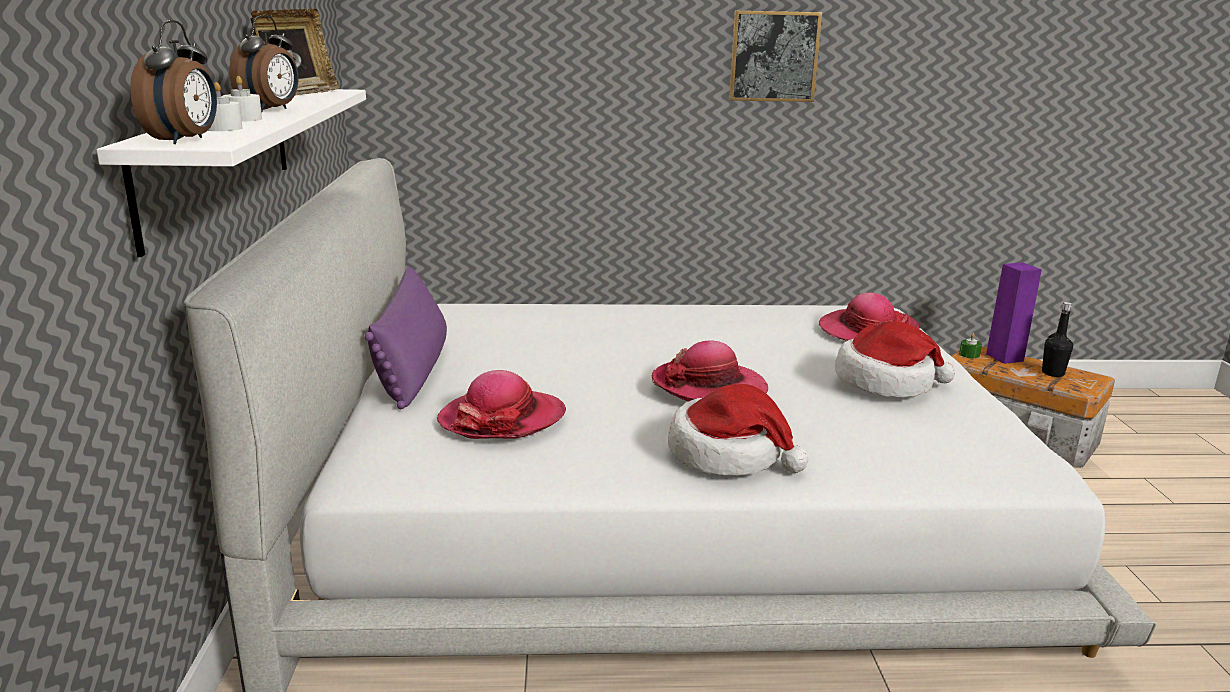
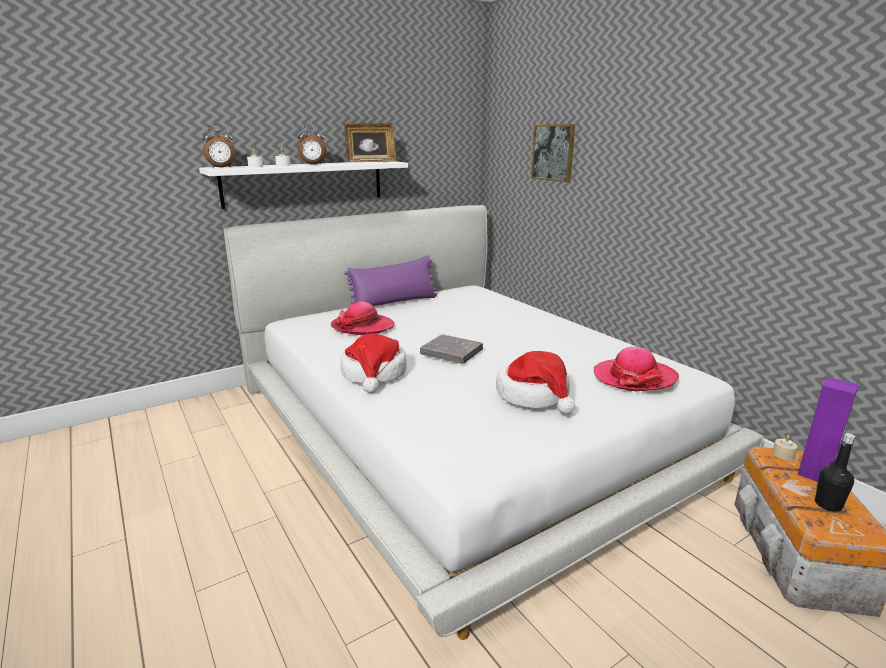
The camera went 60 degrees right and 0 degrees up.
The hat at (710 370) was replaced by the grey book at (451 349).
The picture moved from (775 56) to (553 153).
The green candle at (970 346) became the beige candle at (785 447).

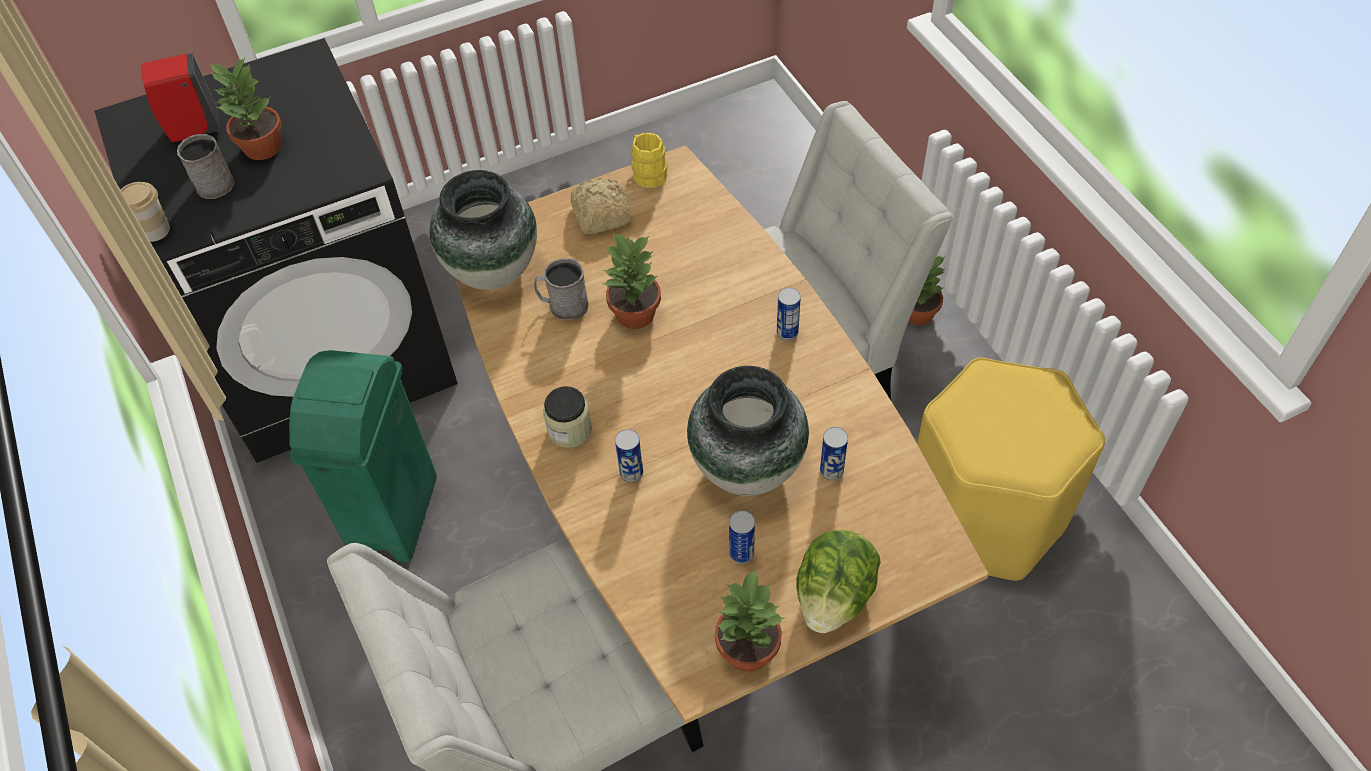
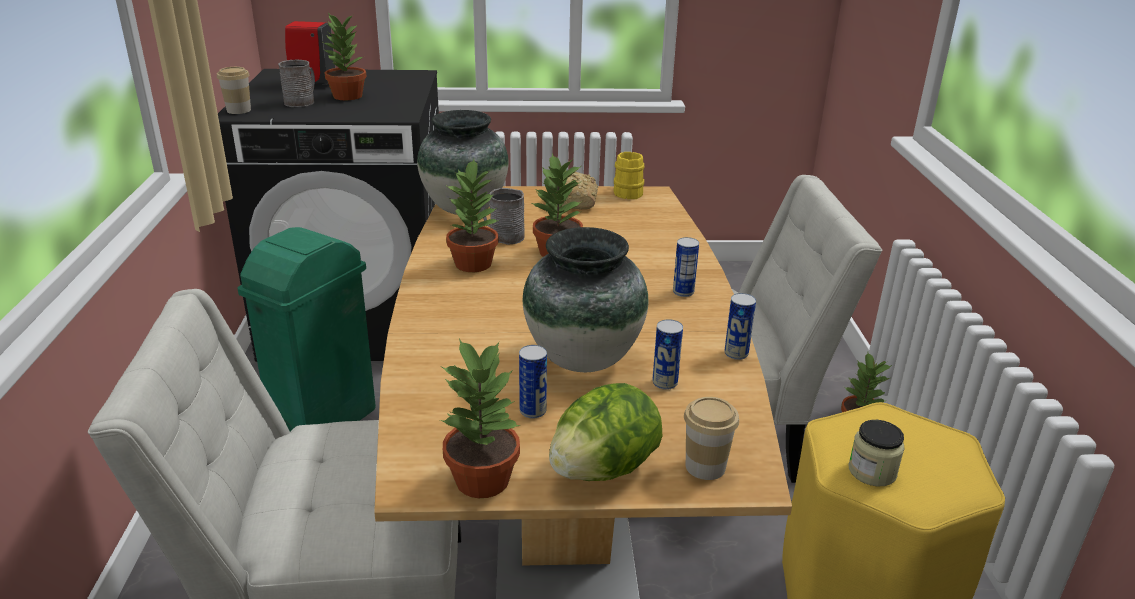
The camera went 20 degrees right and 25 degrees down.
The jar moved from (567 417) to (877 453).
The can moved from (629 455) to (740 326).
The potted plant at (472 215) appeared.
The cup at (711 438) appeared.

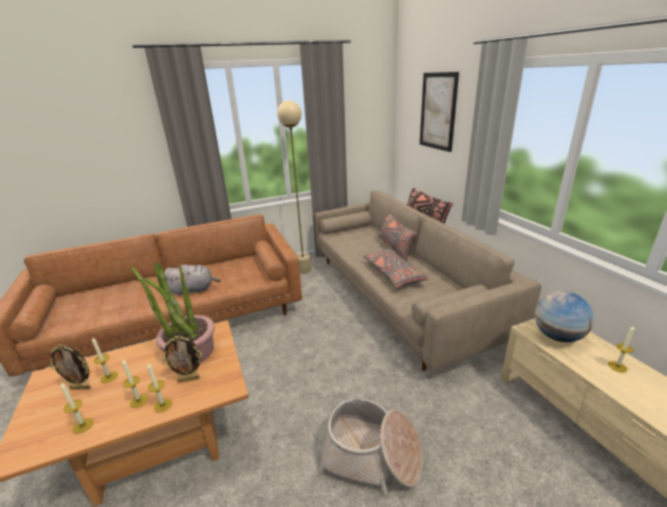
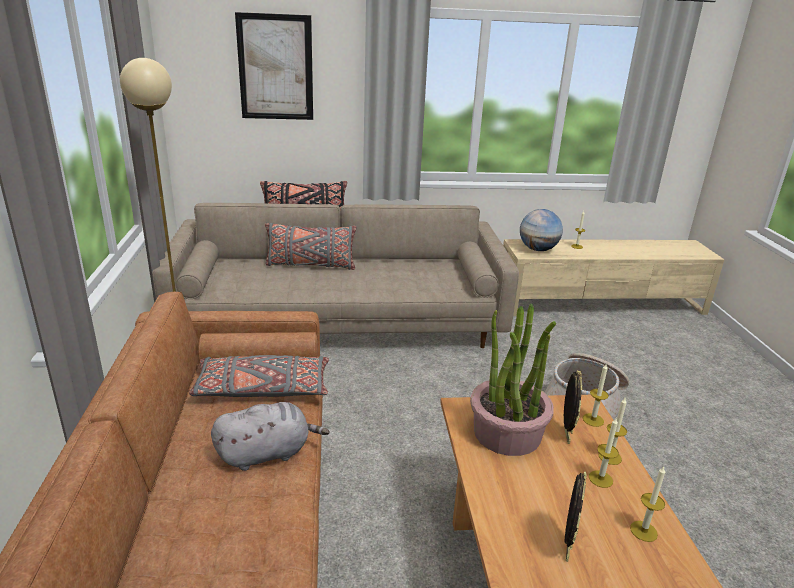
The camera went 75 degrees left and 0 degrees up.
The candle moved from (105 360) to (596 395).
The grey plush toy at (192 280) turned 60 degrees clockwise.
The grey pillow moved from (396 268) to (259 376).

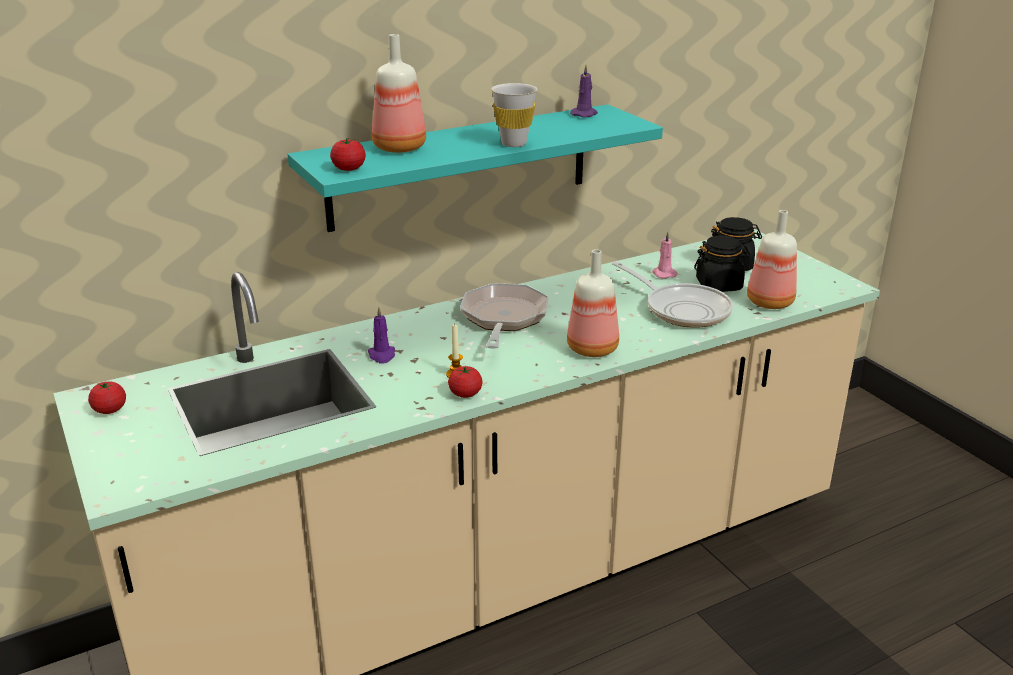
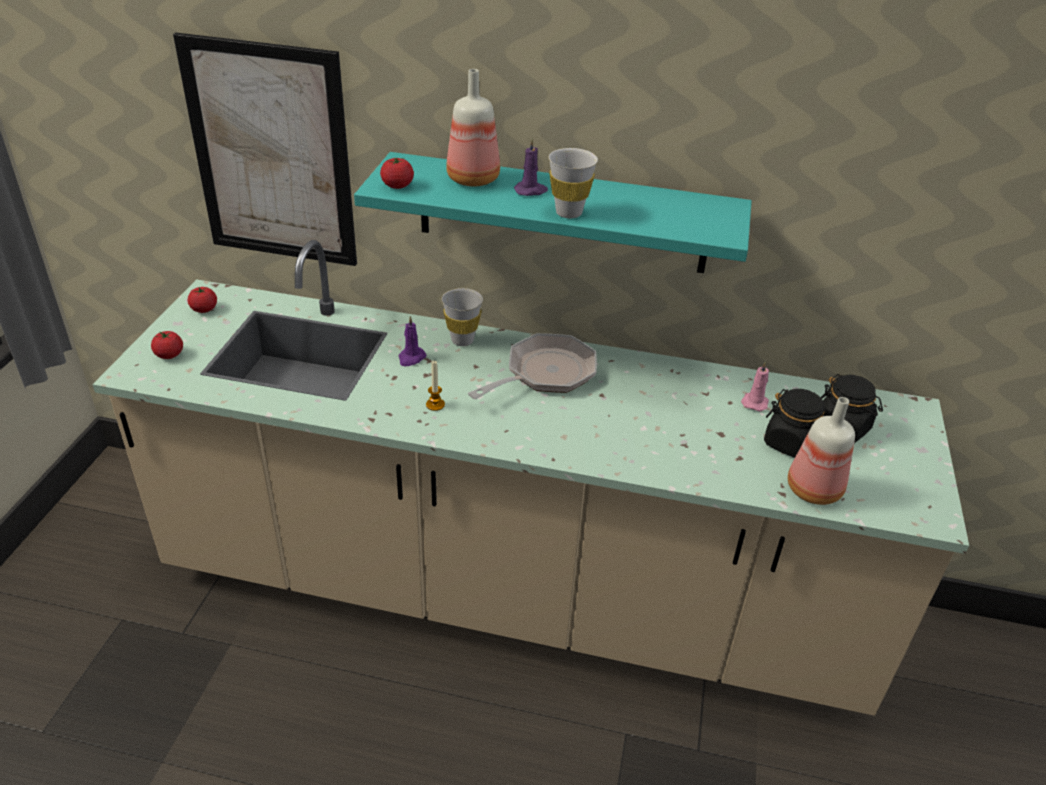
The camera went 40 degrees right and 10 degrees up.
The tomato moved from (465 382) to (167 345).
The bottle at (593 303) disappeared.
The purple candle moved from (584 91) to (531 167).
The frying pan at (672 294) disappeared.
The picture at (265 149) appeared.
The white cup at (462 317) appeared.

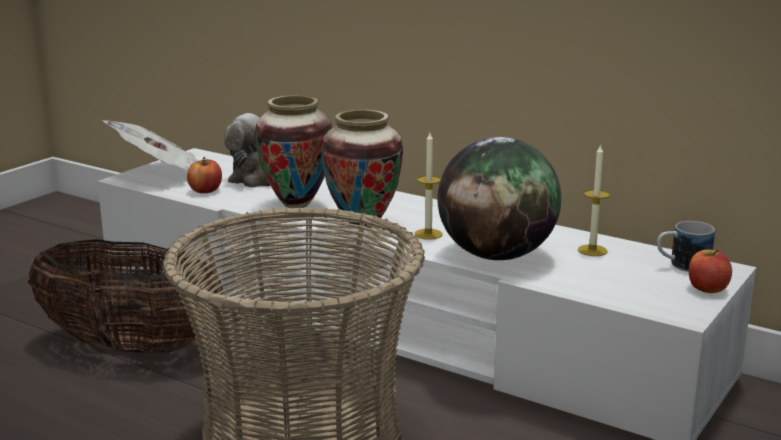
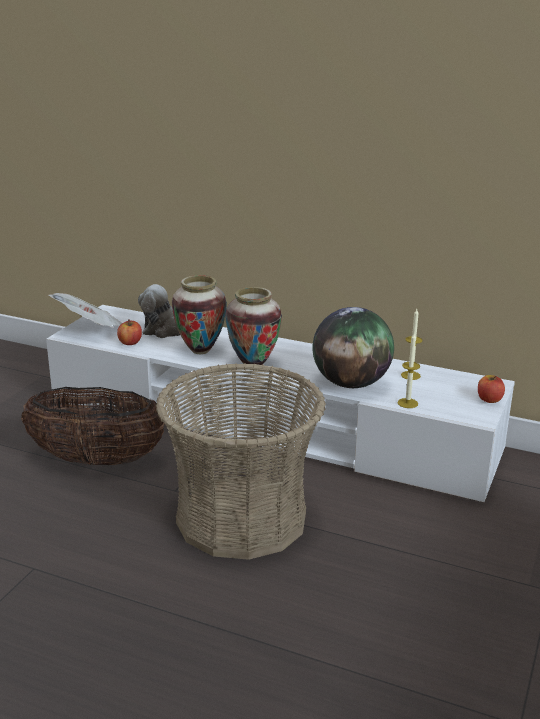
The camera went 10 degrees left and 5 degrees up.
The candle moved from (428 186) to (409 371).
The mug at (686 246) disappeared.

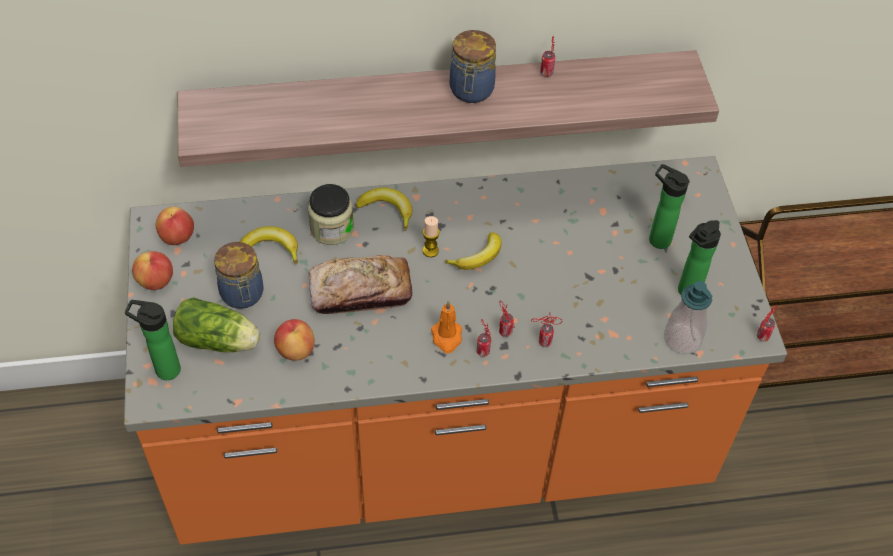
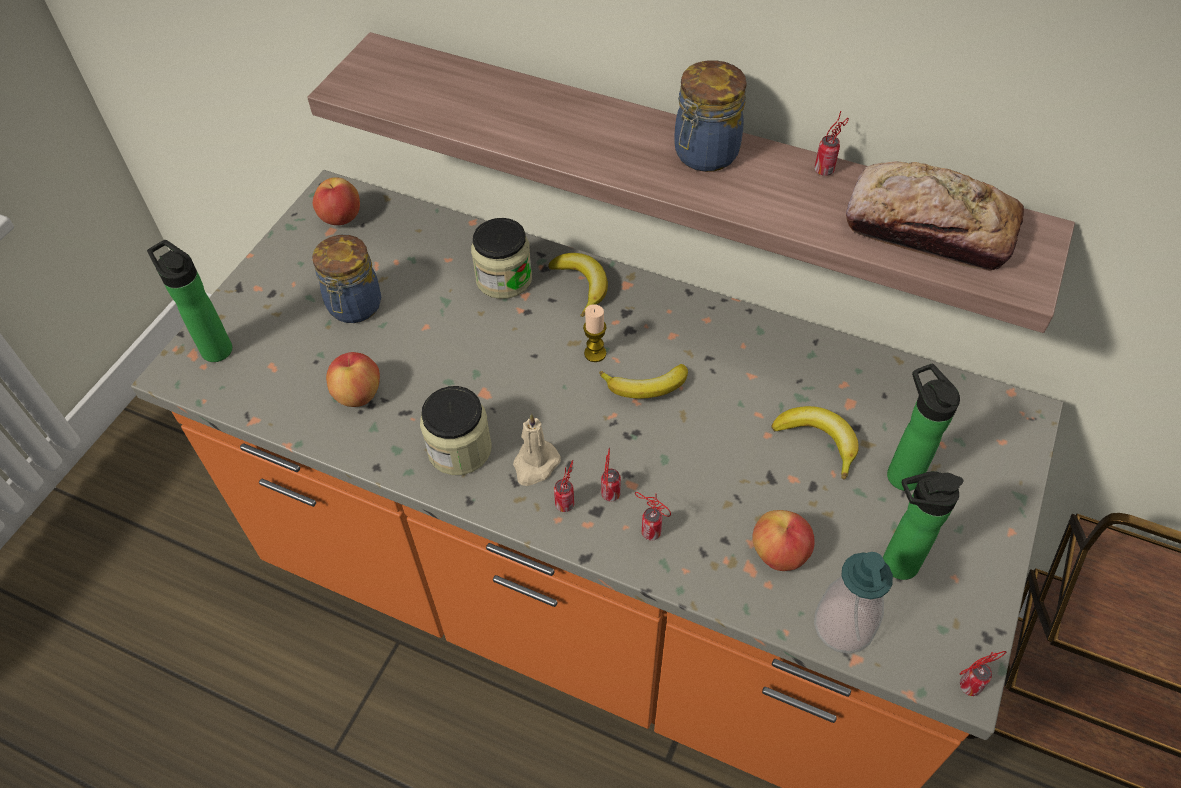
The camera went 35 degrees right and 0 degrees up.
The apple moved from (152 270) to (783 540).
The lettuce at (216 324) disappeared.
The banana moved from (269 245) to (815 443).
The bread moved from (360 284) to (935 216).
The orange candle at (446 327) became the beige candle at (537 450).
The jar at (456 430) appeared.

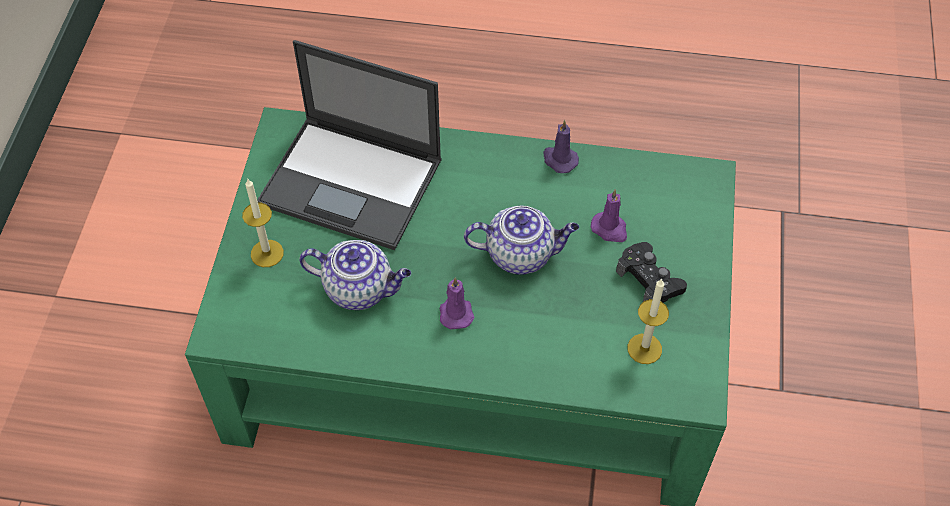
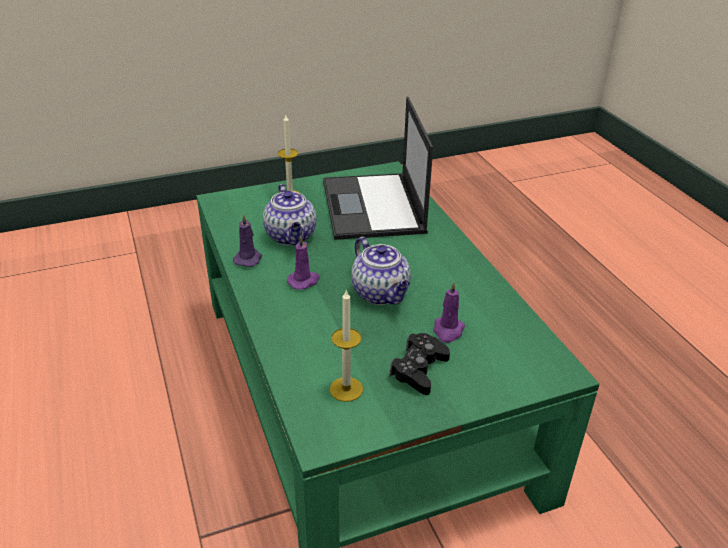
The camera went 60 degrees right and 20 degrees down.
The purple candle moved from (561 146) to (247 240).

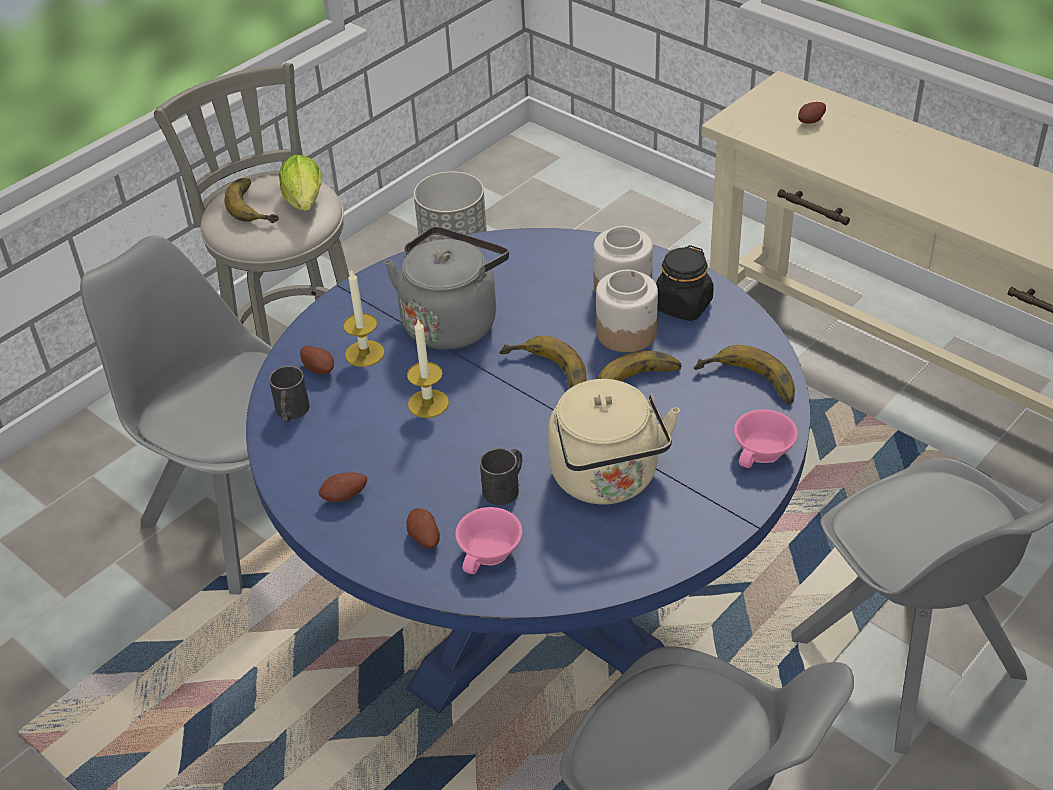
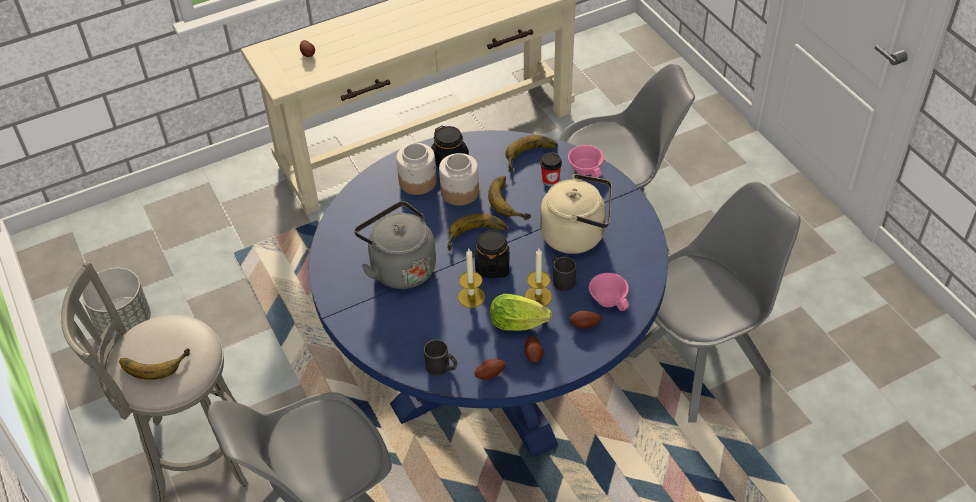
The camera went 70 degrees left and 5 degrees up.
The lettuce moved from (300 183) to (521 312).
The potato moved from (317 360) to (490 369).
The candle moved from (364 318) to (538 277).
The black jar at (492 253) appeared.
The cup at (551 169) appeared.

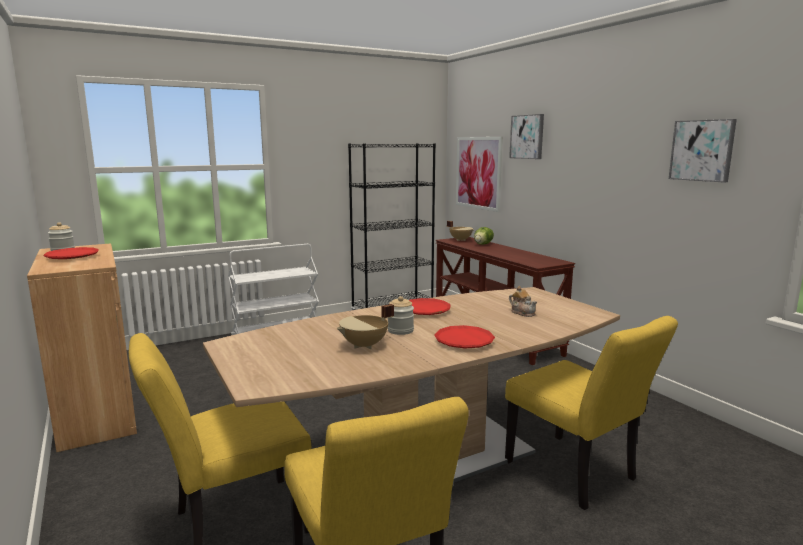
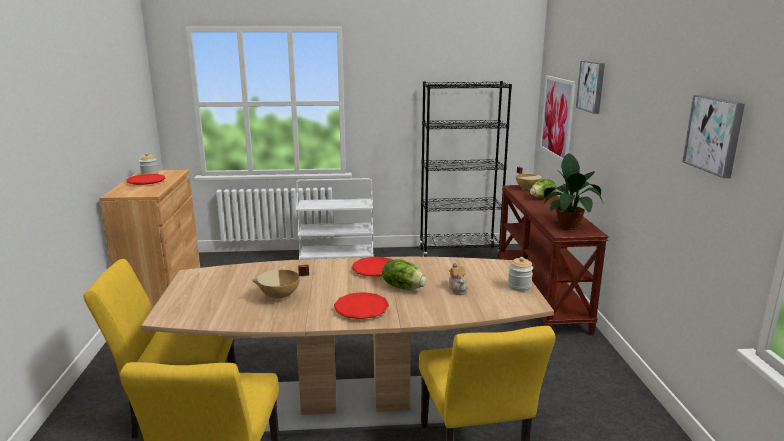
The camera went 25 degrees right and 5 degrees up.
The jar moved from (401 315) to (520 274).
The lettuce at (404 274) appeared.
The potted plant at (573 191) appeared.

